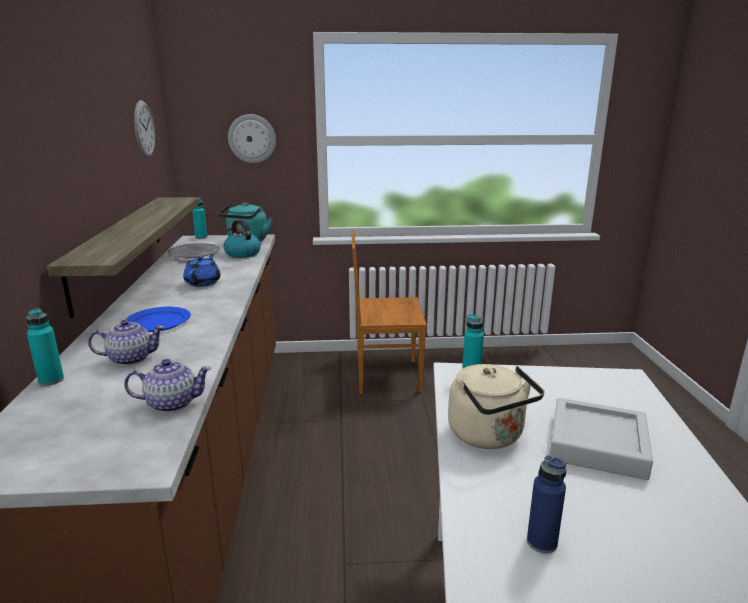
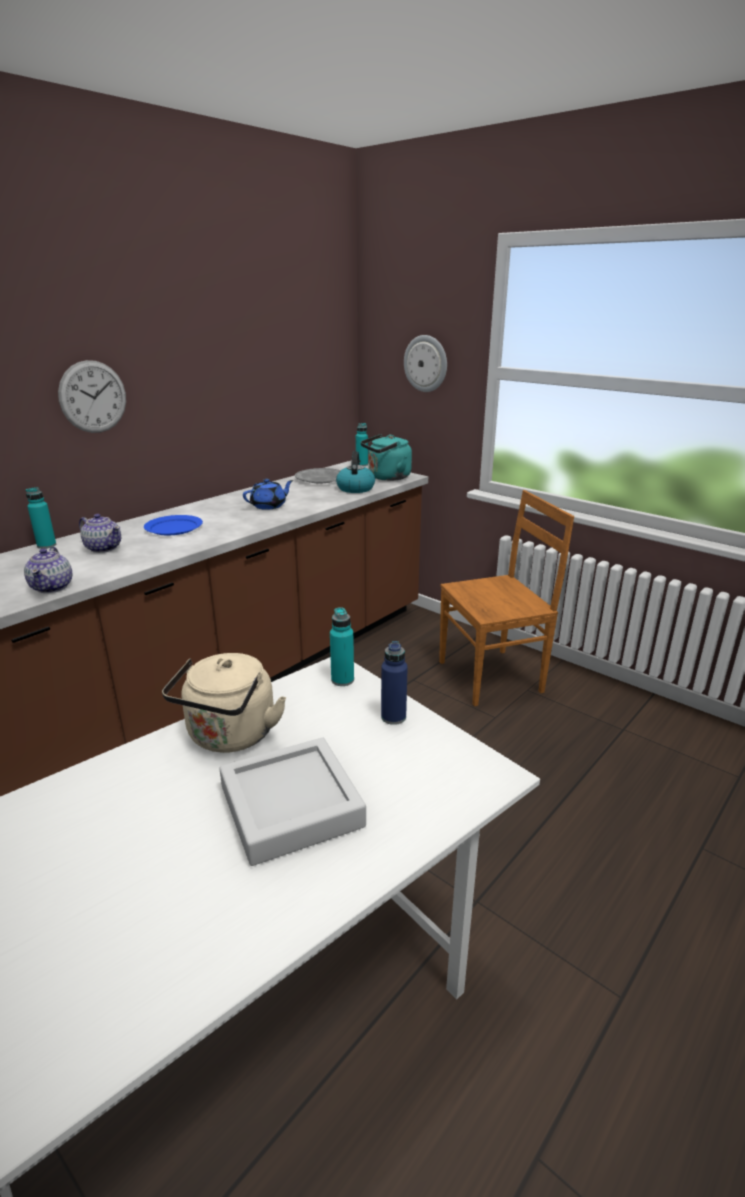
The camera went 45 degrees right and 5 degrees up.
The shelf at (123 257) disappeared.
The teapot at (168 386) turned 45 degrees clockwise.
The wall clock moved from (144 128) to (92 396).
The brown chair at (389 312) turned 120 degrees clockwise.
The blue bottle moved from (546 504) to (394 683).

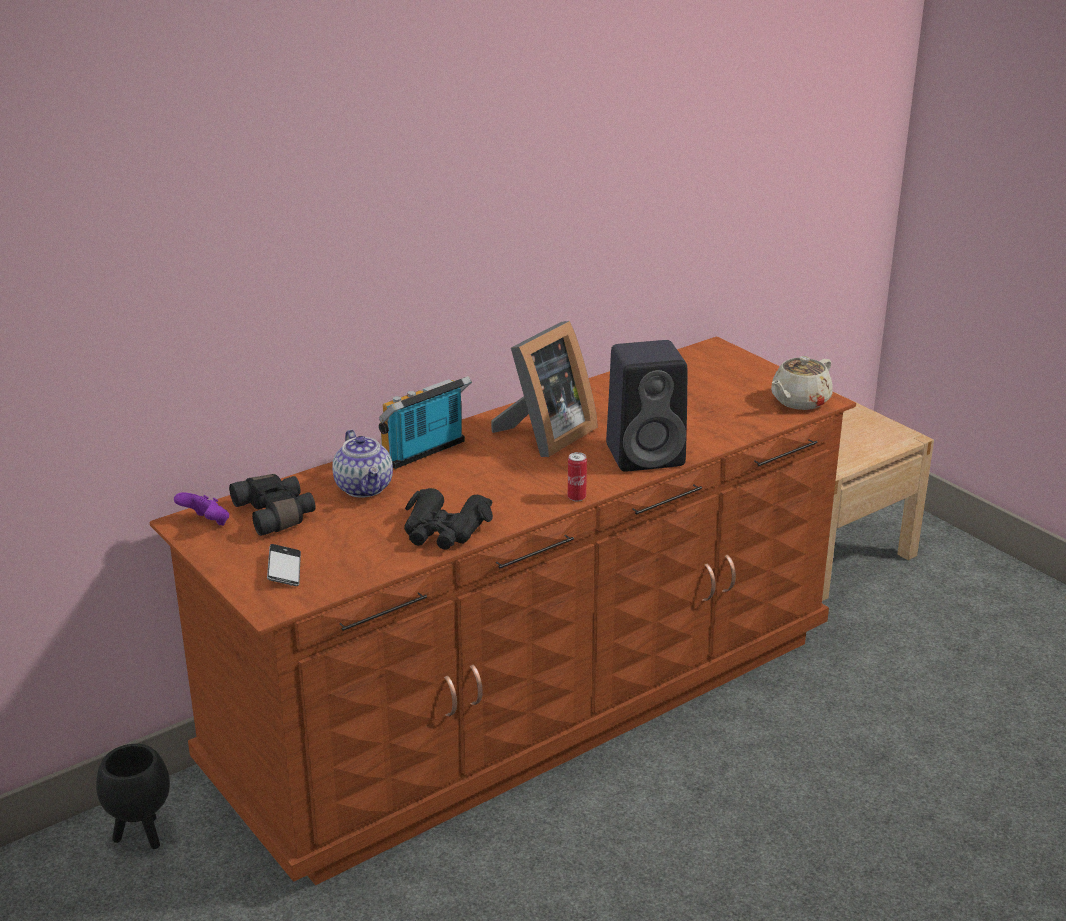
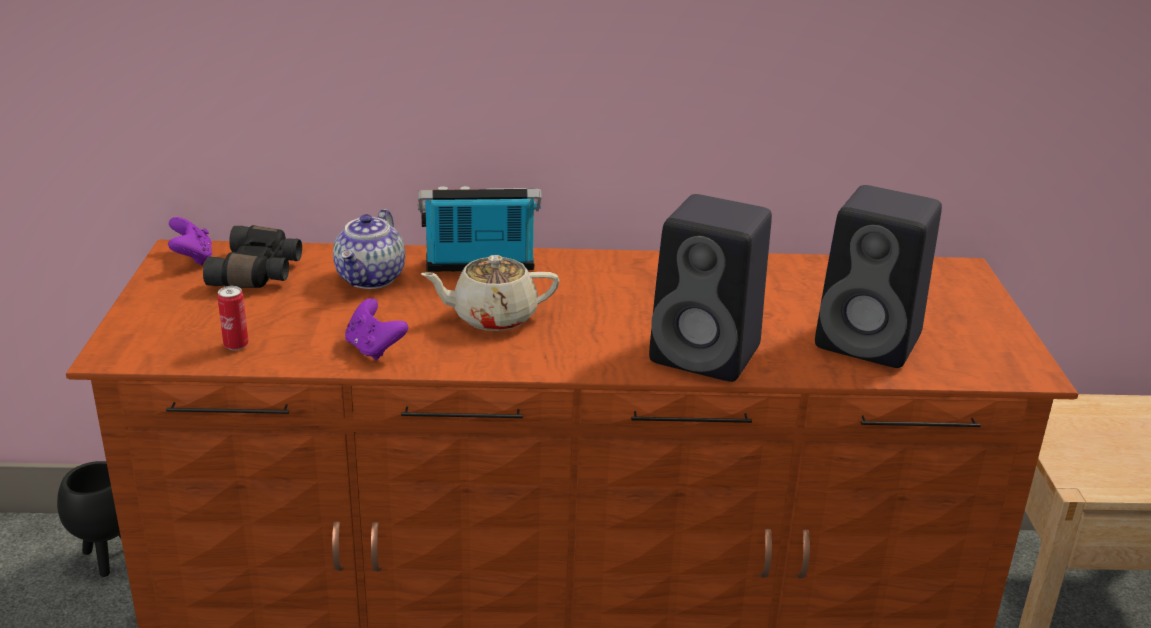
The camera went 35 degrees right and 0 degrees up.
The phone at (284 565) disappeared.
The black binoculars at (448 519) was replaced by the purple game controller at (376 329).
The picture frame at (544 389) disappeared.
The can moved from (577 476) to (233 318).
The beige teapot moved from (802 383) to (490 293).
The black speaker at (878 276) appeared.

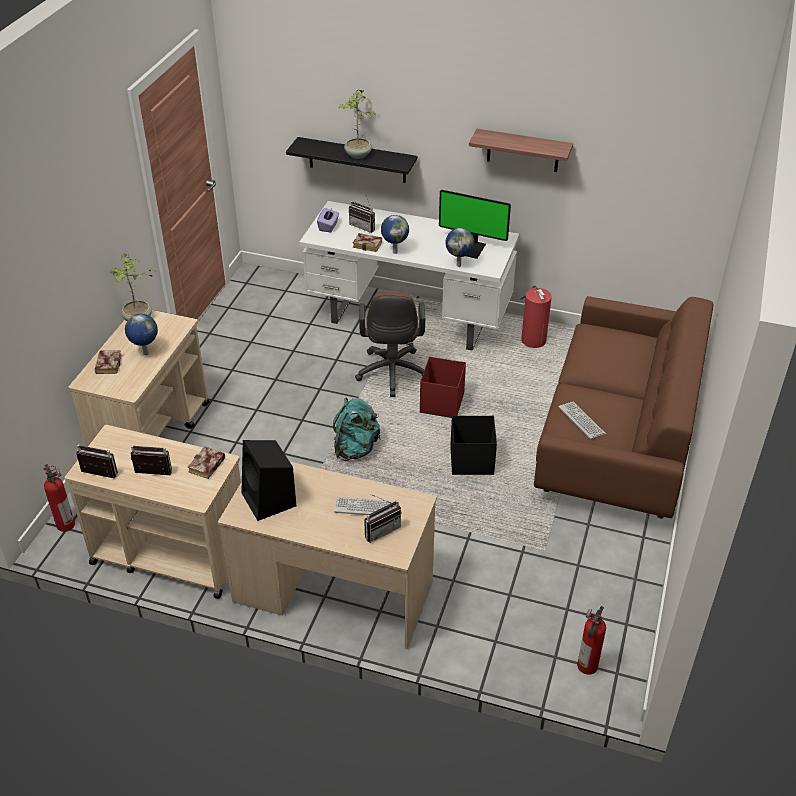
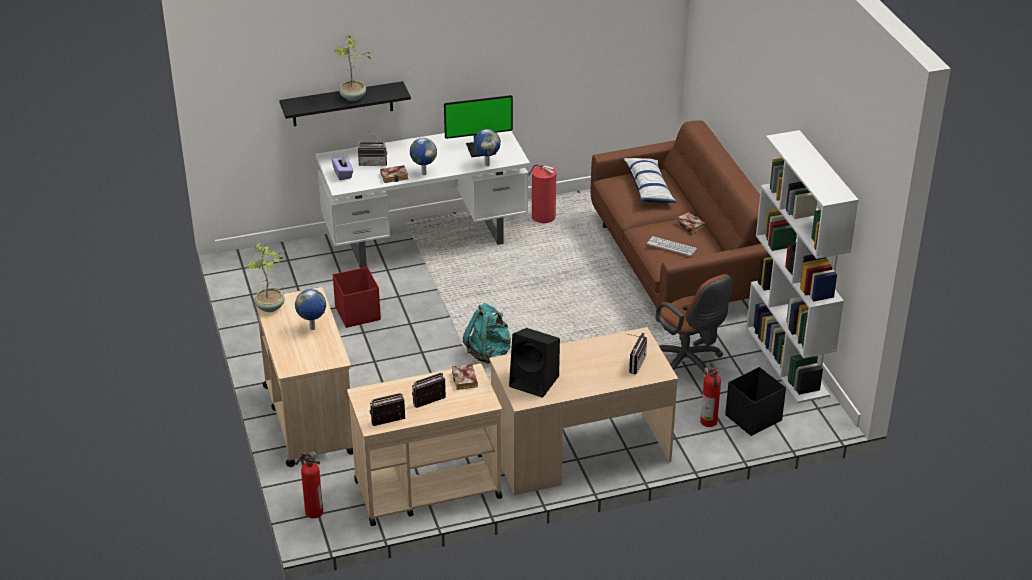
The camera went 35 degrees left and 5 degrees down.
The book moved from (108 362) to (690 223).
The keyboard at (366 506) disappeared.
The brown office chair moved from (390 344) to (693 324).
The red storage box moved from (443 387) to (357 297).
The black storage box moved from (473 445) to (755 401).
The shelf at (521 150) disappeared.
The fire extinguisher moved from (591 640) to (710 394).
The pillow at (649 180) appeared.
The white bookcase at (802 266) appeared.

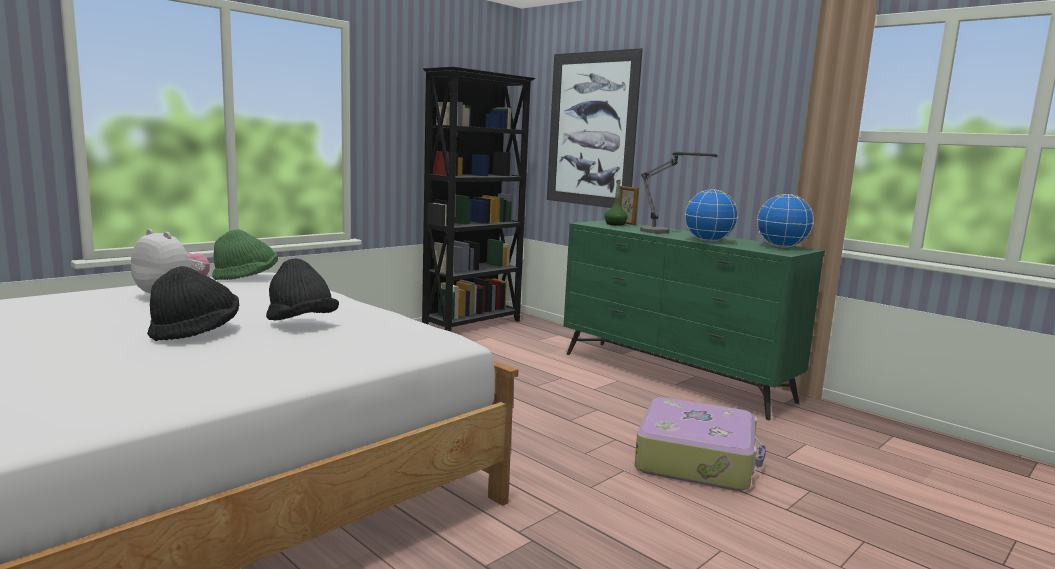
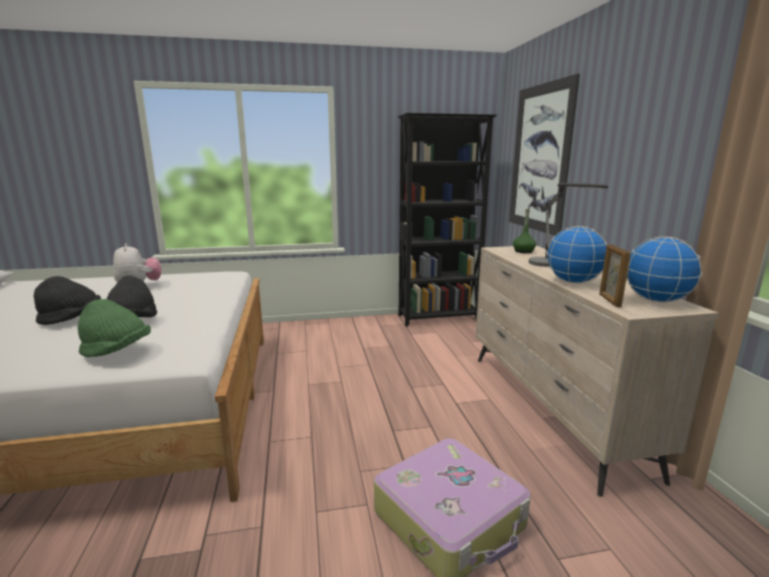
The camera went 35 degrees right and 5 degrees up.
The green hat moved from (245 254) to (114 328).
The green dresser at (694 320) became the beige dresser at (597 371).
The picture frame moved from (629 205) to (615 275).

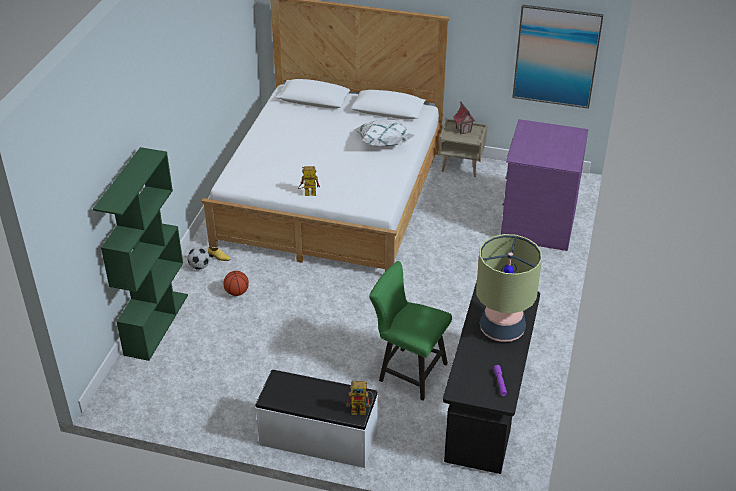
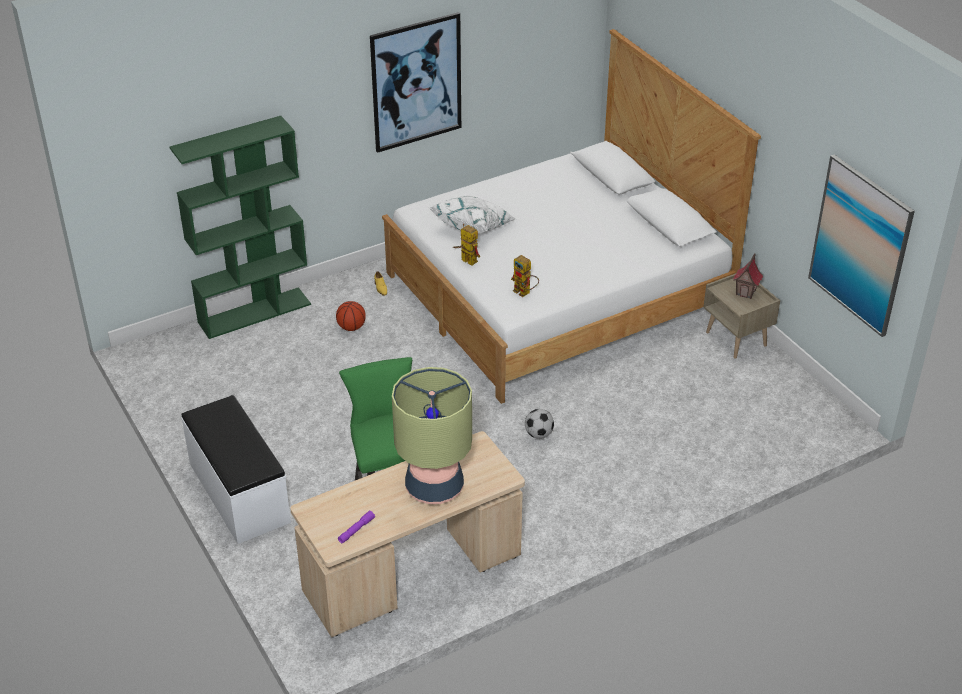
The camera went 45 degrees right and 0 degrees up.
The football moved from (198 258) to (539 424).
The toy robot moved from (359 398) to (525 276).
The white pillow moved from (384 133) to (472 215).
The black desk at (491 378) became the beige desk at (407 534).
The purple dresser at (545 185) disappeared.
The picture at (415 82) appeared.

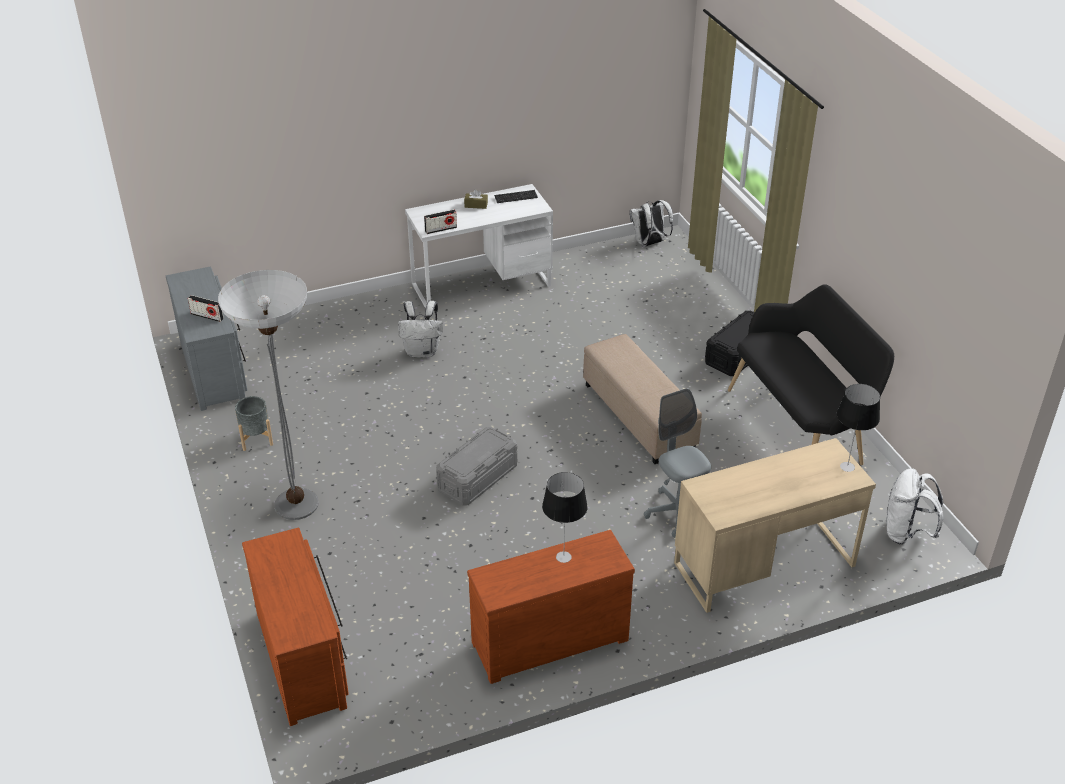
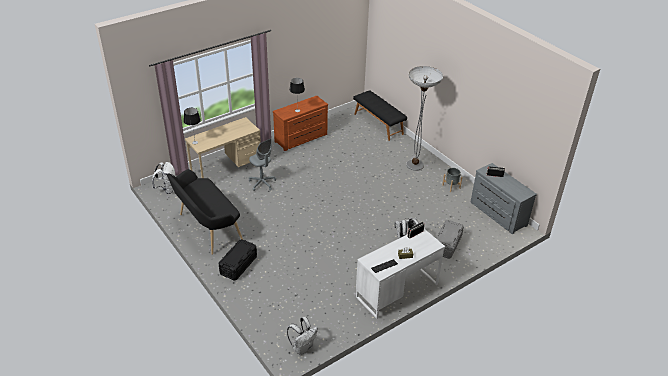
The camera went 165 degrees right and 0 degrees up.
The brown dresser at (295 626) was replaced by the black bench at (380 115).
The grey storage box moved from (476 466) to (450 239).
The beige ottoman at (642 399) disappeared.

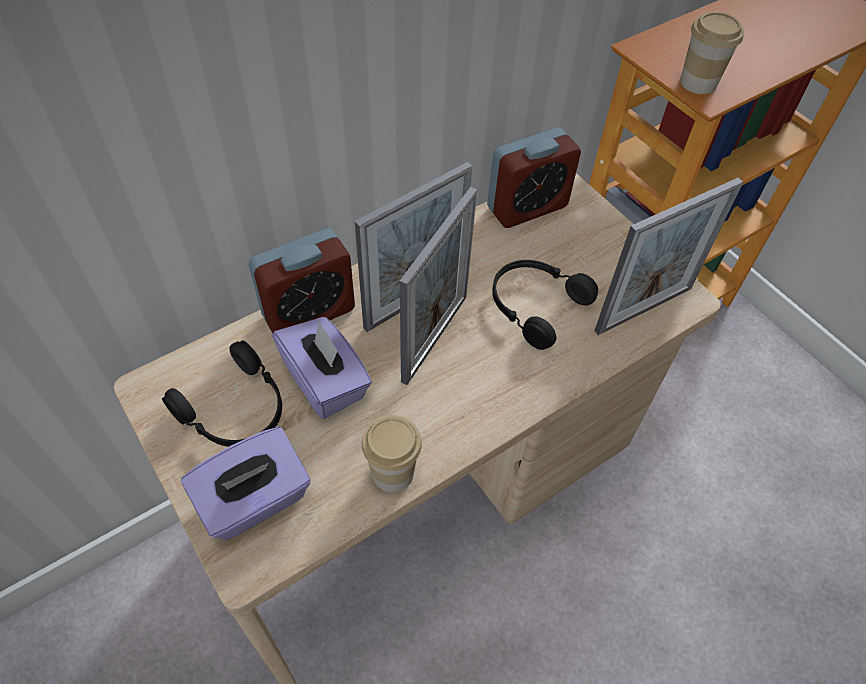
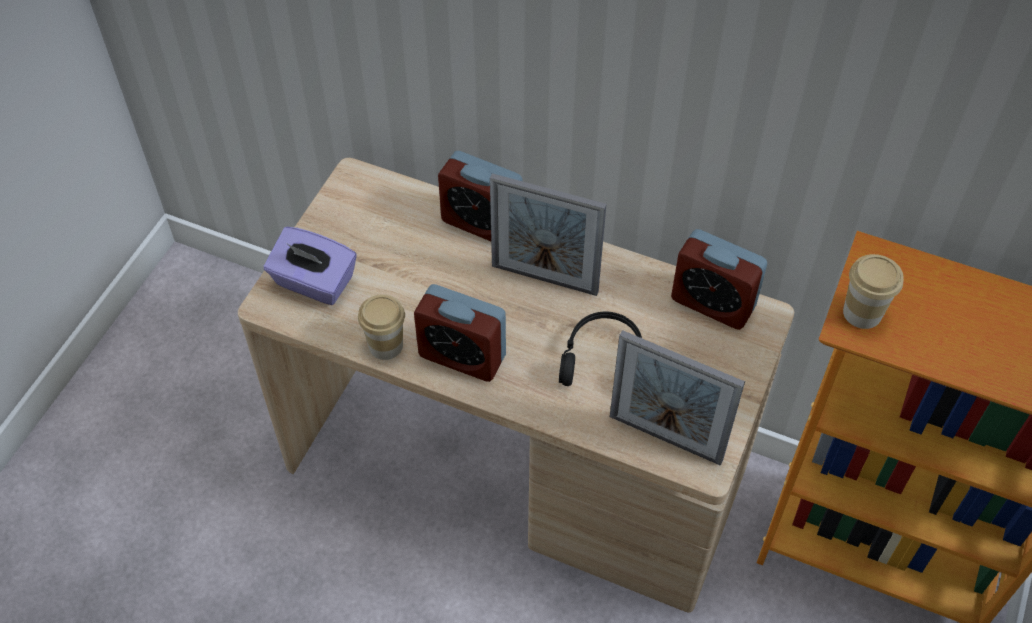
The camera went 60 degrees right and 0 degrees up.
The black headphones at (222 393) disappeared.
The purple tissue box at (322 368) disappeared.
The picture frame at (438 286) disappeared.
The alarm clock at (460 333) appeared.

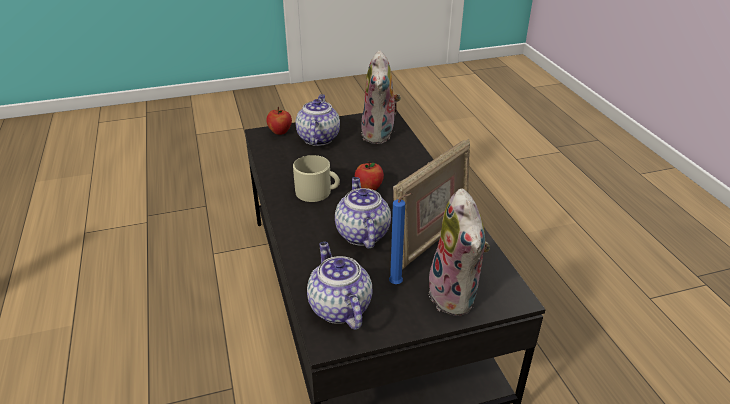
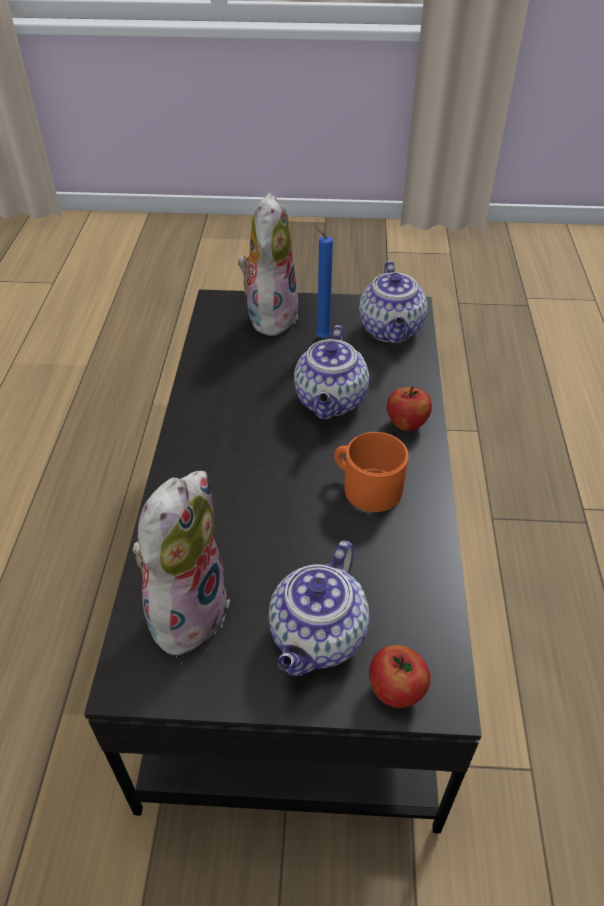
The camera went 160 degrees left and 10 degrees up.
The beige mug at (316 178) became the orange mug at (371 472).
The apple moved from (369 175) to (409 408).
The picture frame at (431 204) disappeared.

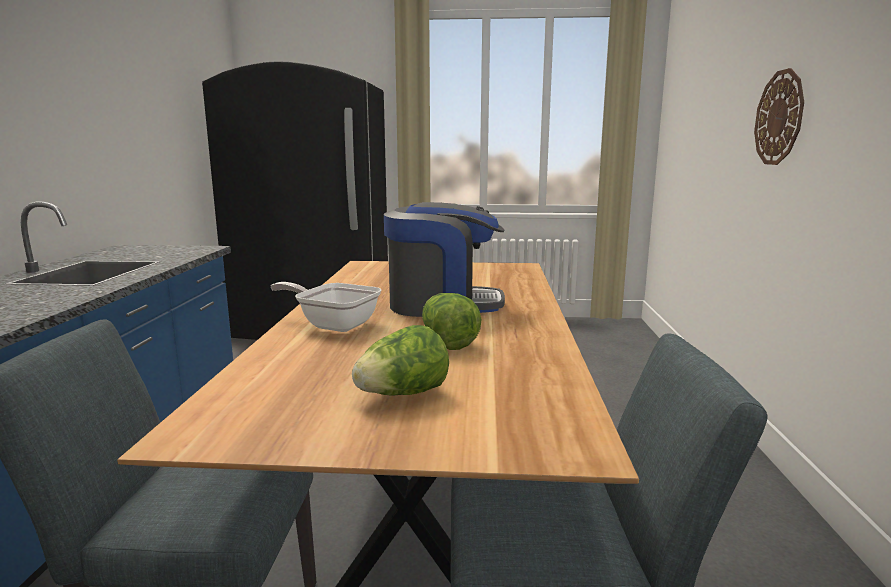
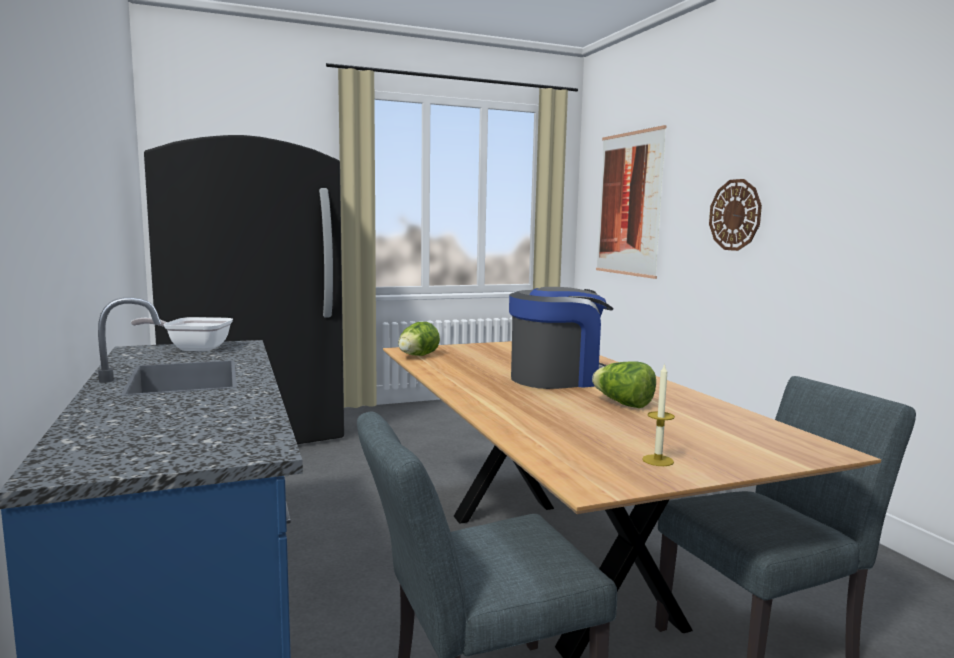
The camera went 25 degrees left and 5 degrees down.
The frying pan moved from (326 307) to (182 334).
The lettuce moved from (400 360) to (419 339).
The picture at (631 202) appeared.
The candle at (658 414) appeared.

